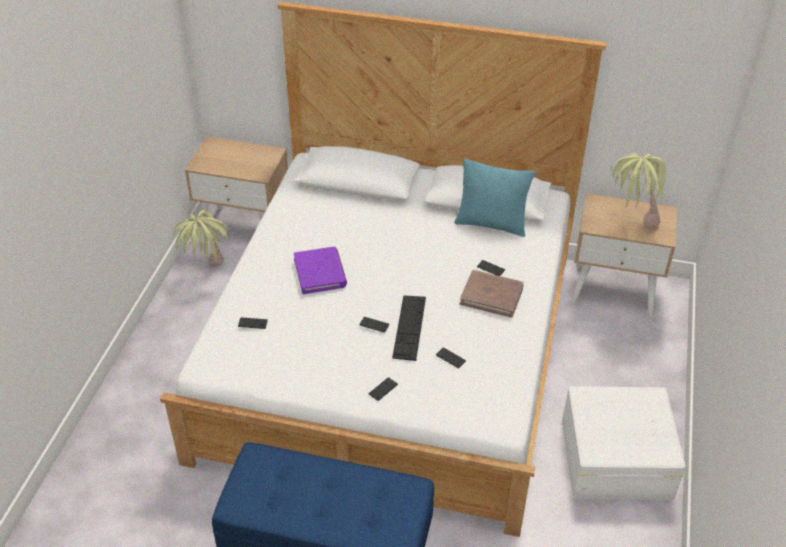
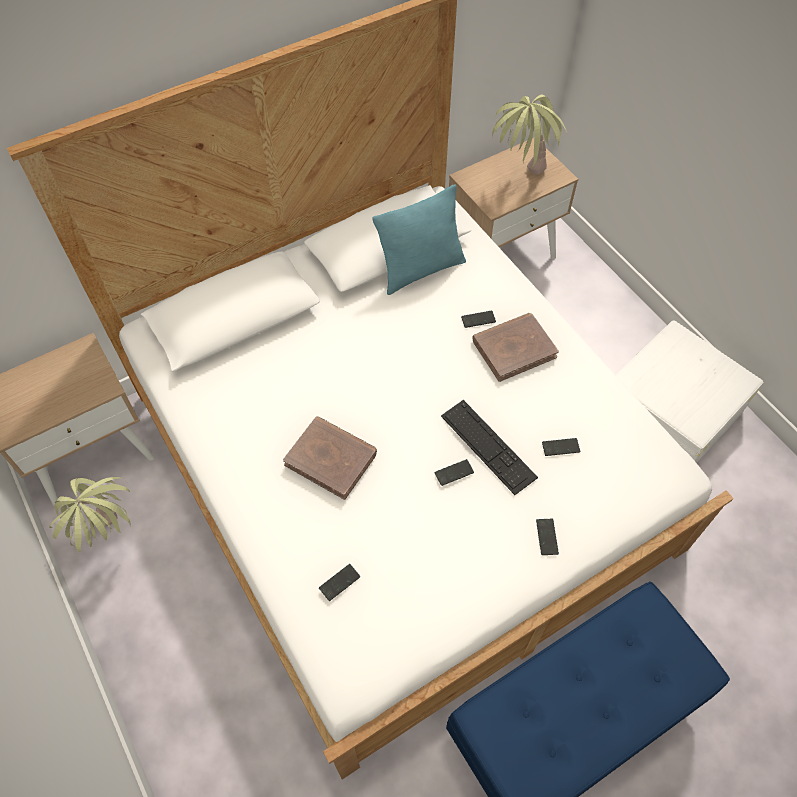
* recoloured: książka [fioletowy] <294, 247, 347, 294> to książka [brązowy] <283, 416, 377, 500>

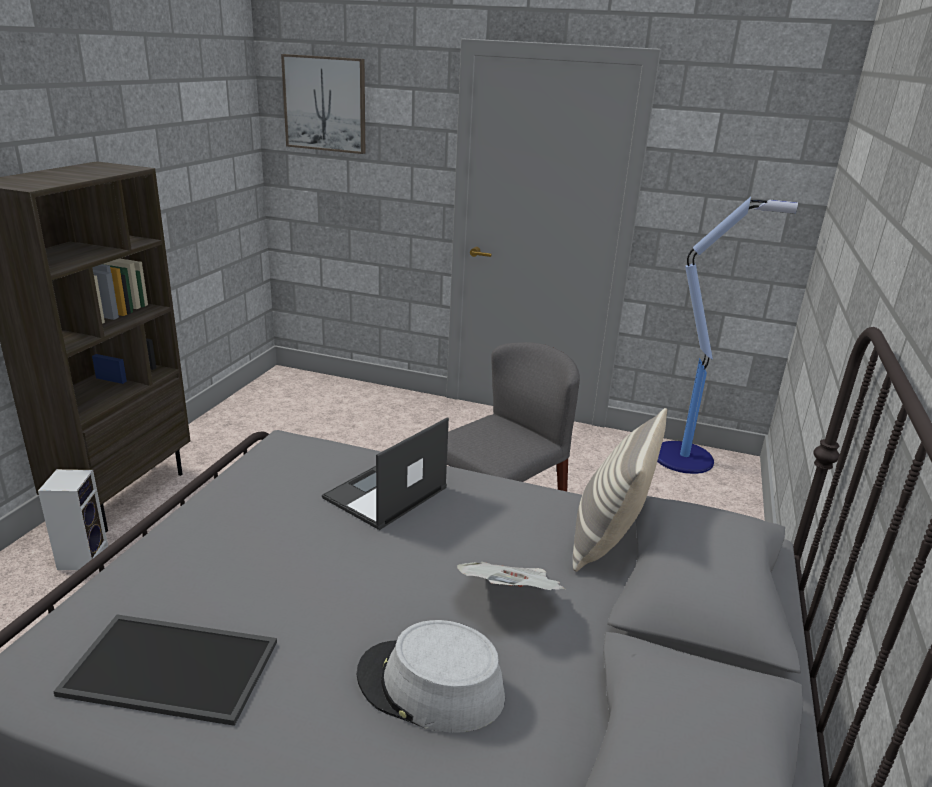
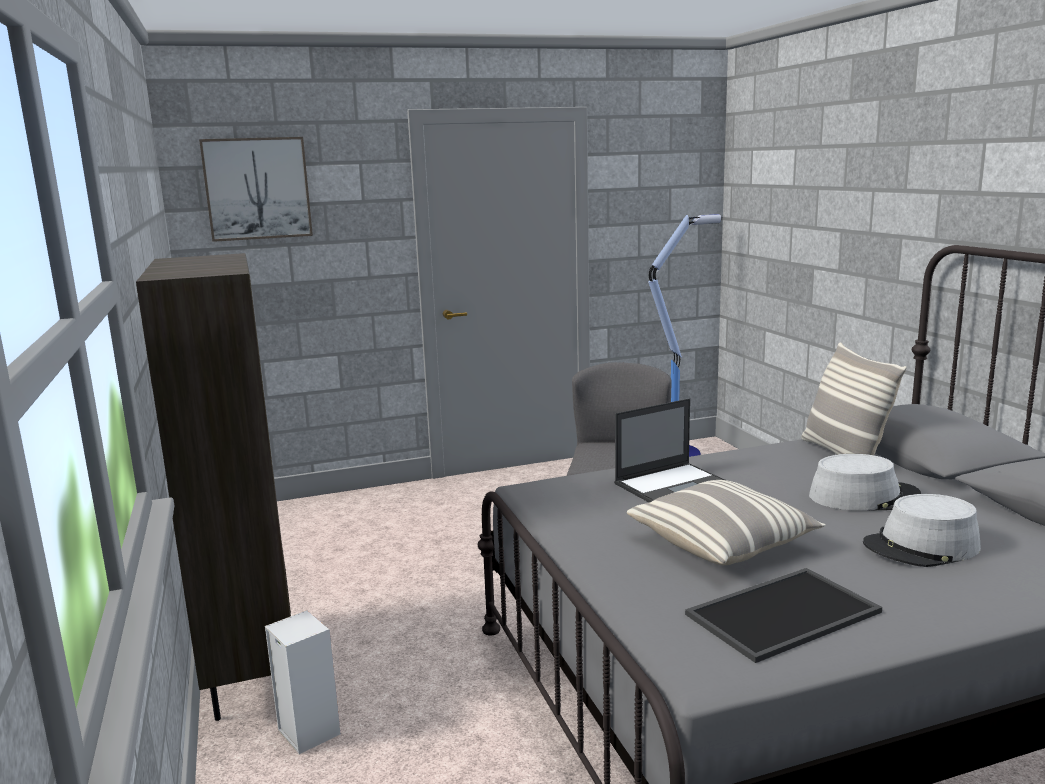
* turned: laptop <322, 417, 449, 530> = <614, 398, 725, 503> 120 degrees counterclockwise
* added: poduszka <627, 480, 826, 565>
* replaced: gazeta <457, 562, 565, 590> to kapelusz [szary] <809, 454, 921, 511>

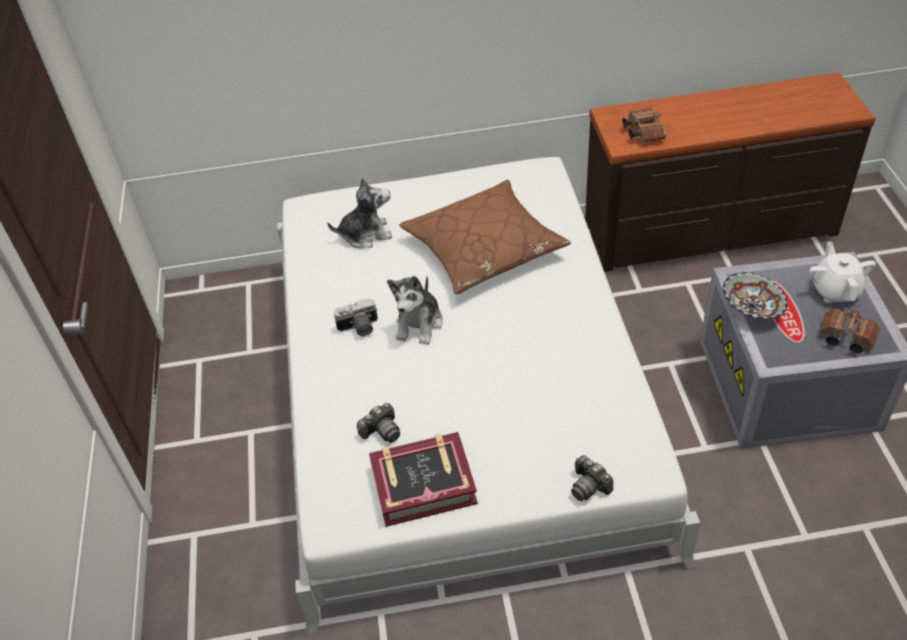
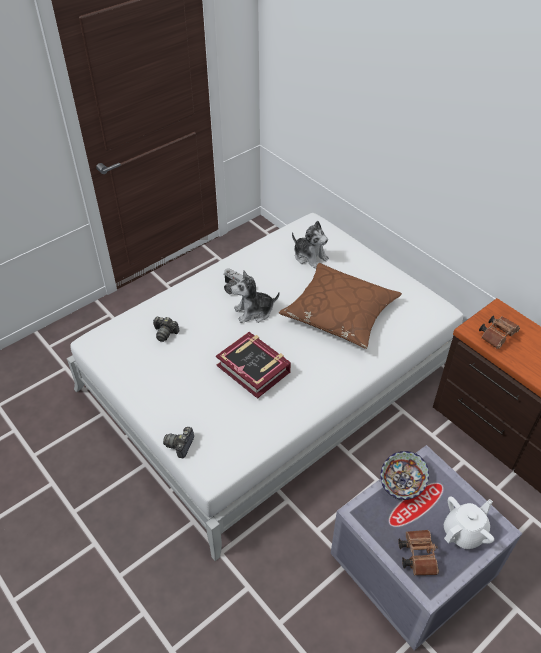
* moved: książka <369, 432, 478, 527> to <216, 332, 291, 399>

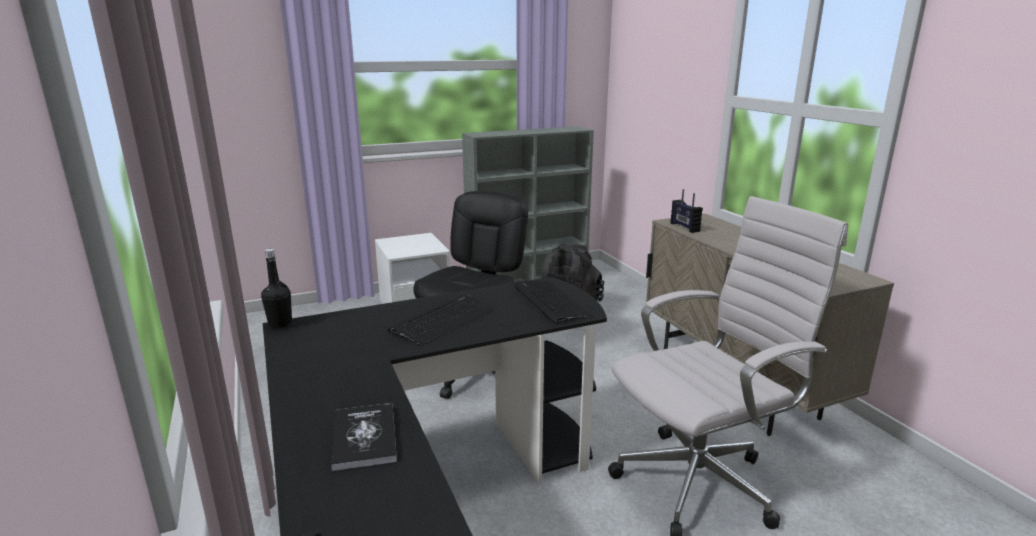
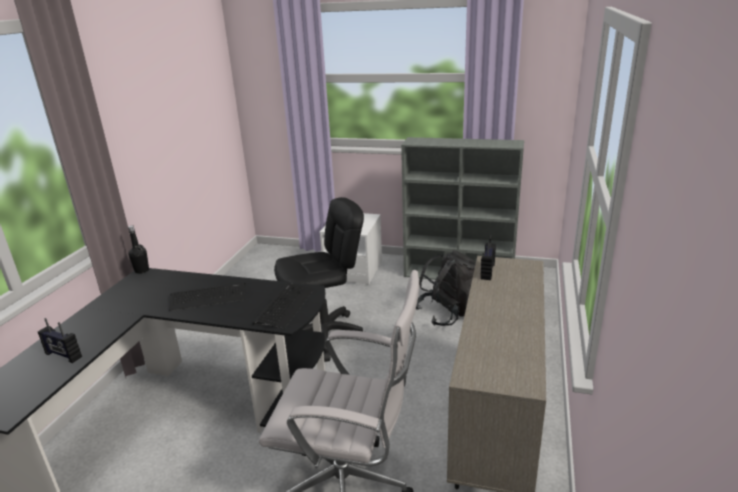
* replaced: książka <331, 403, 397, 471> to radio <38, 318, 82, 363>

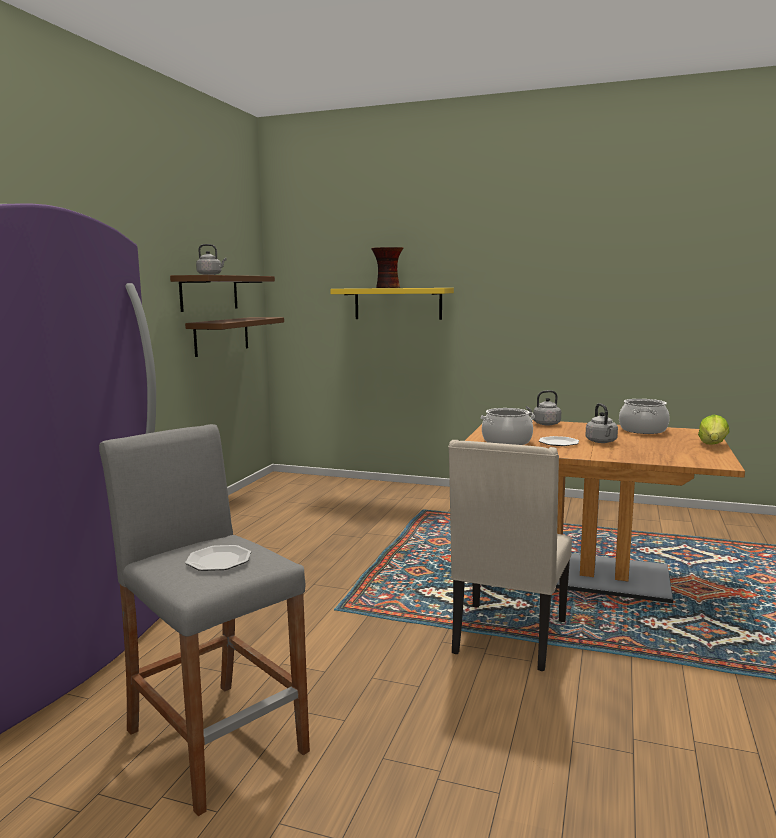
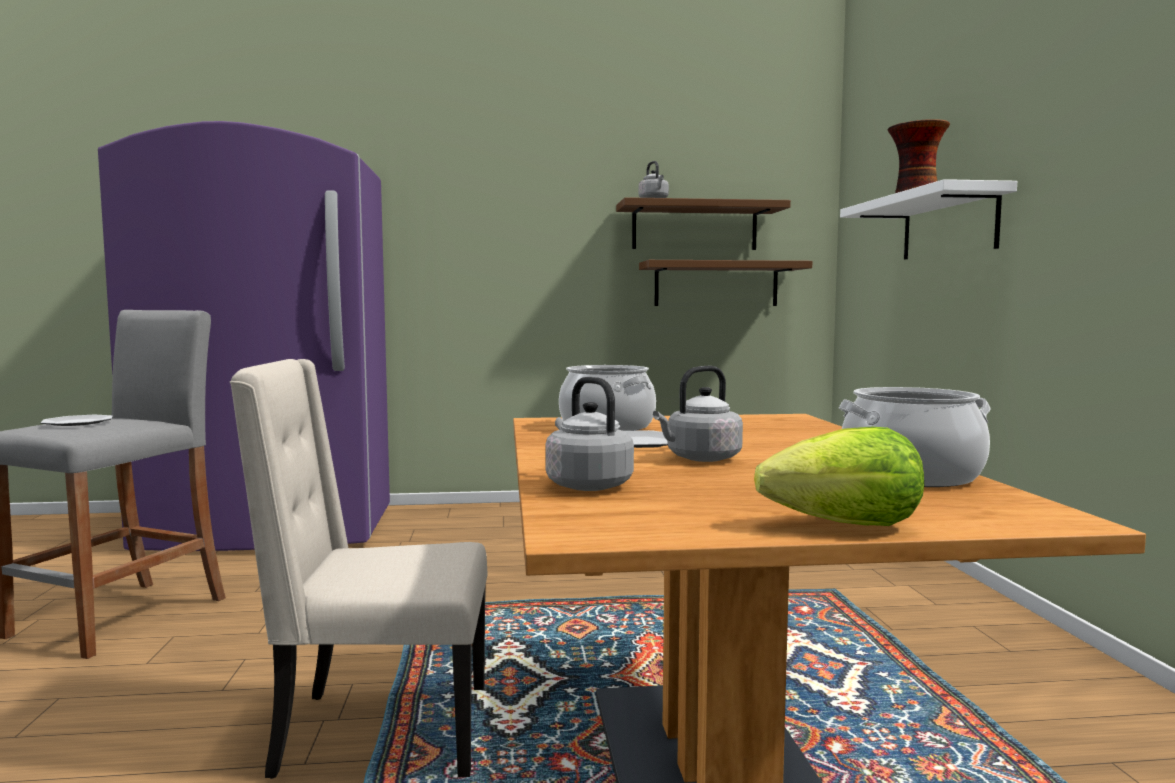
* moved: czajnik [szary] <526, 390, 561, 425> to <545, 377, 634, 491>
* recoloured: półka [żółty] <330, 288, 454, 320> to półka [biały] <840, 179, 1017, 260>

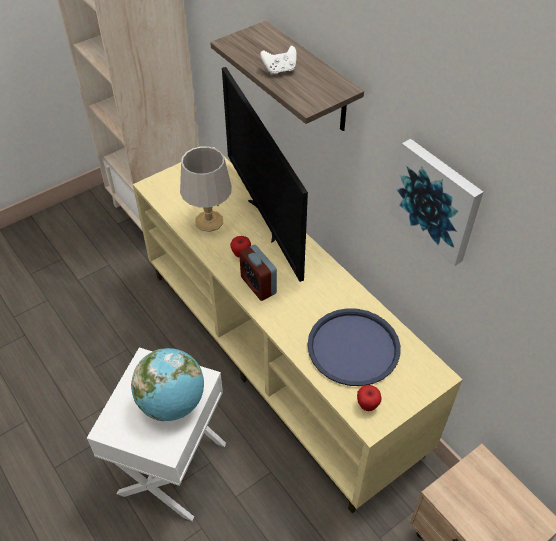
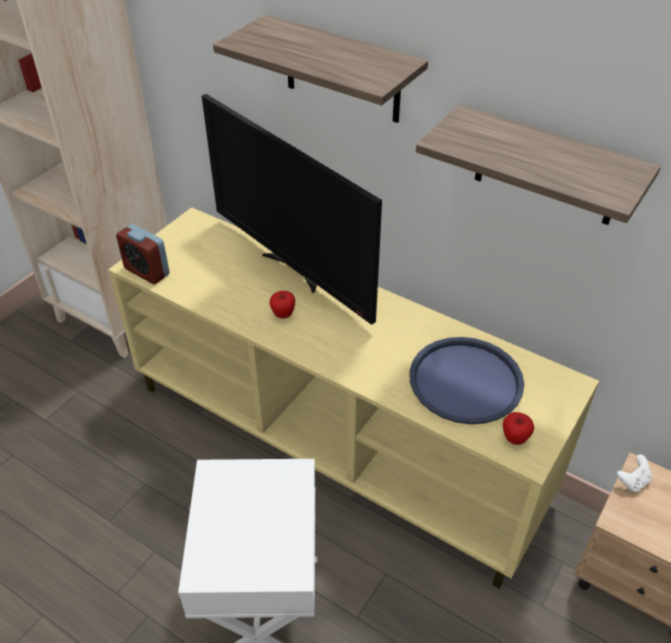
* moved: budzik <239, 245, 277, 301> to <116, 224, 170, 284>
* replaced: obraz <390, 139, 483, 266> to półka <416, 105, 661, 225>
* moved: pad do gier [biały] <260, 46, 297, 75> to <617, 454, 652, 492>
* removed: globus <131, 348, 204, 421>
* removed: lampa stołowa [szary] <180, 146, 232, 232>

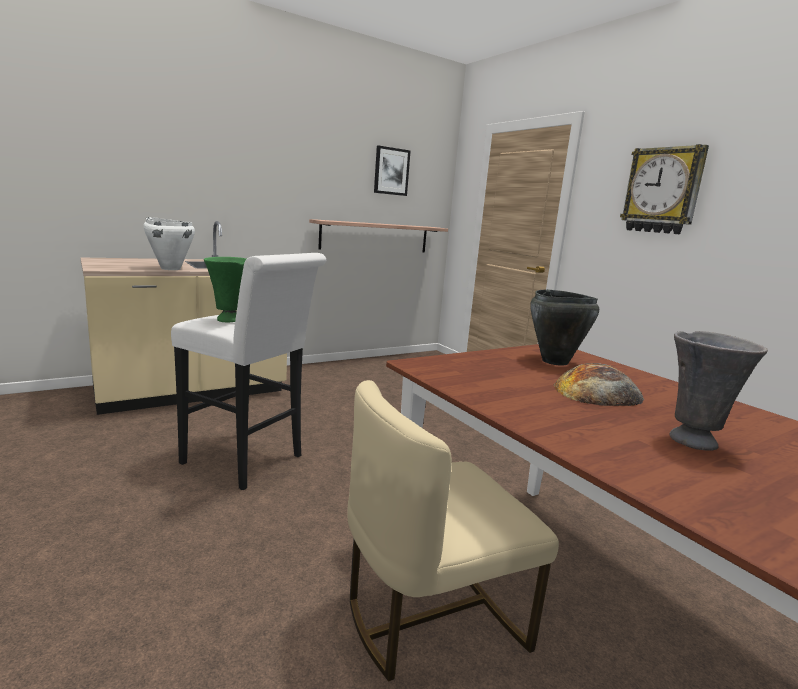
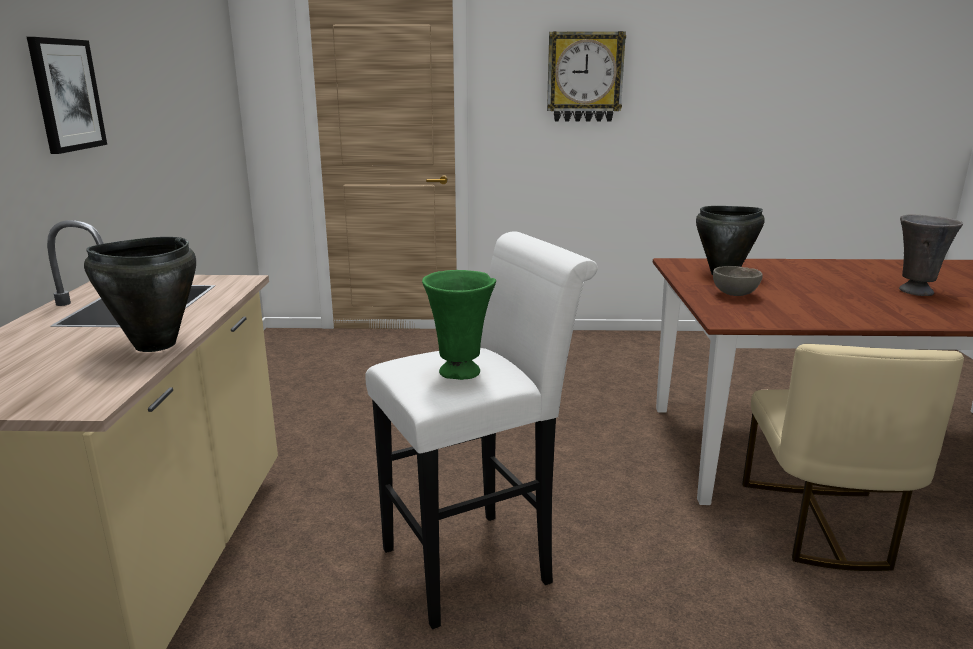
* moved: obraz <374, 145, 411, 196> to <27, 37, 107, 154>
* recoloured: garnek [biały] <143, 217, 195, 270> to garnek [czarny] <84, 237, 196, 352>
* added: miska [szary] <713, 266, 763, 296>
* removed: półka <309, 219, 448, 252>
* removed: chleb <553, 363, 644, 406>

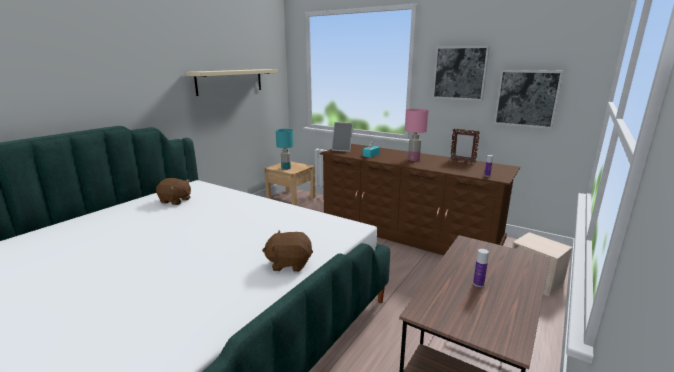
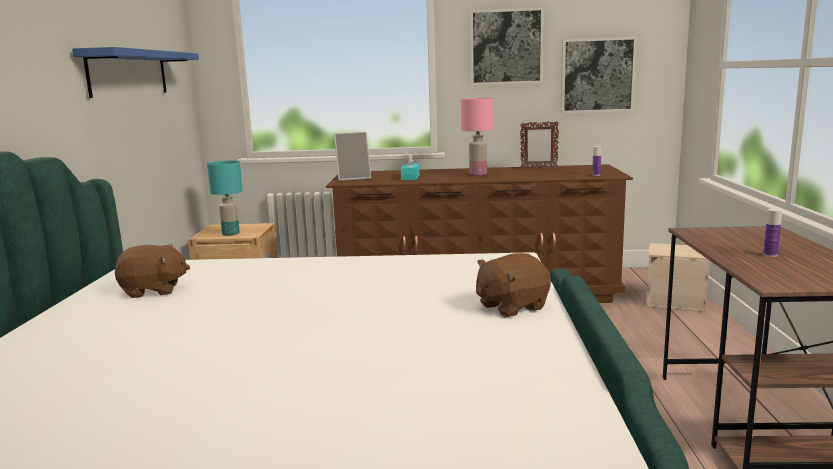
* recoloured: półka [beżowy] <186, 69, 278, 96> to półka [niebieski] <72, 47, 199, 98>

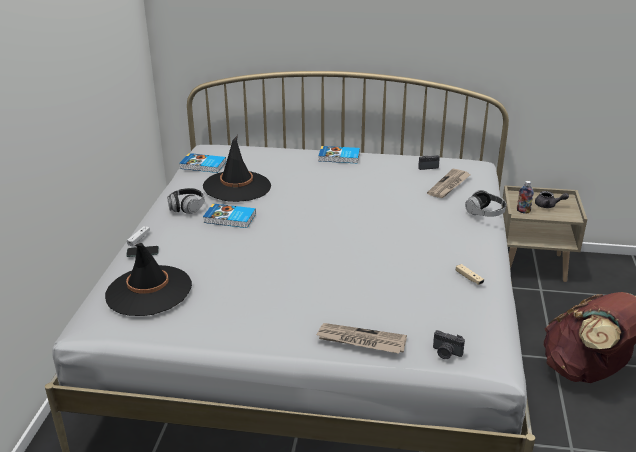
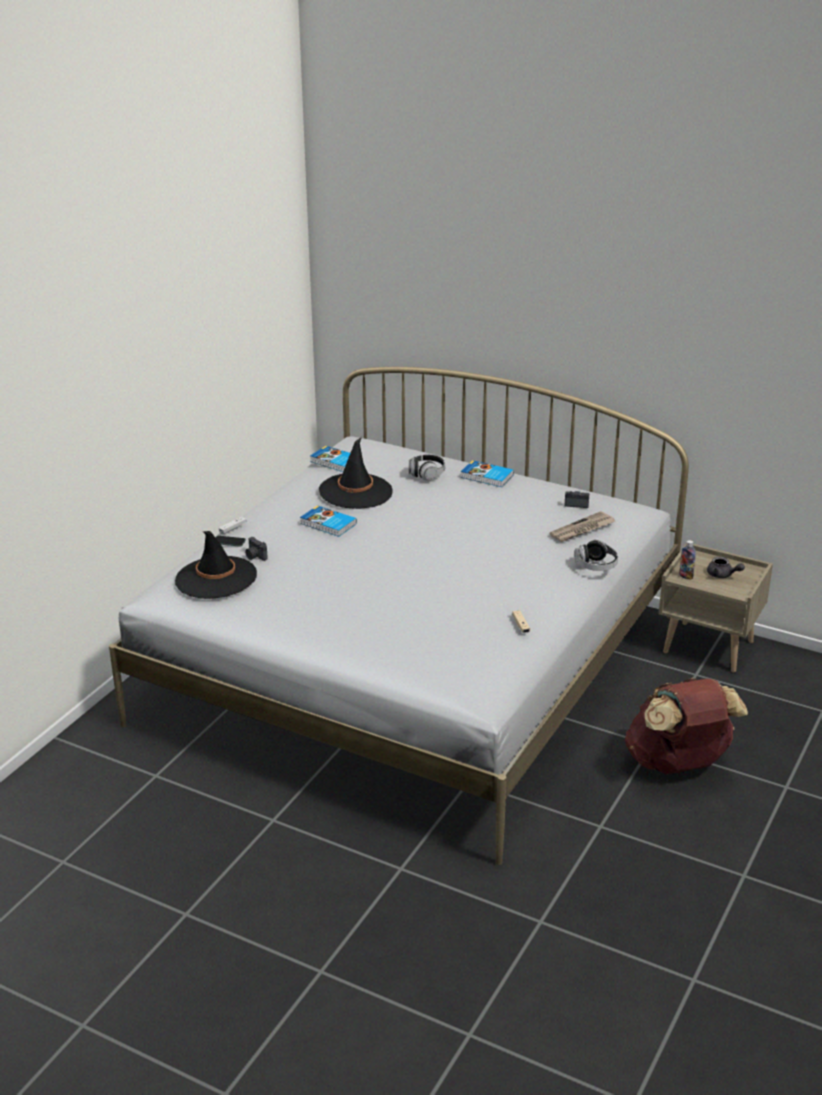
* moved: aparat fotograficzny <433, 330, 465, 359> to <245, 537, 268, 561>
* moved: słuchawki <167, 188, 204, 214> to <409, 455, 445, 481>
* removed: gazeta <316, 323, 407, 354>

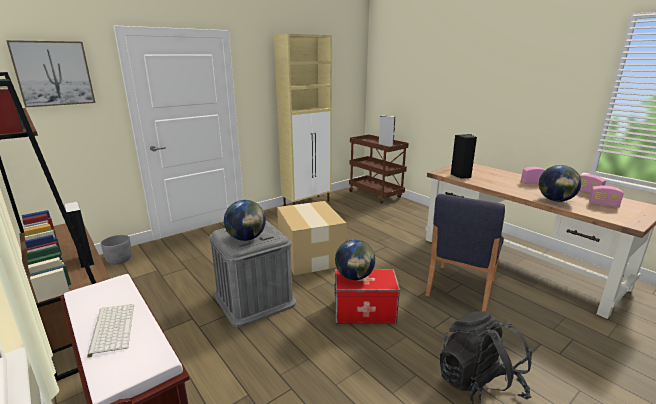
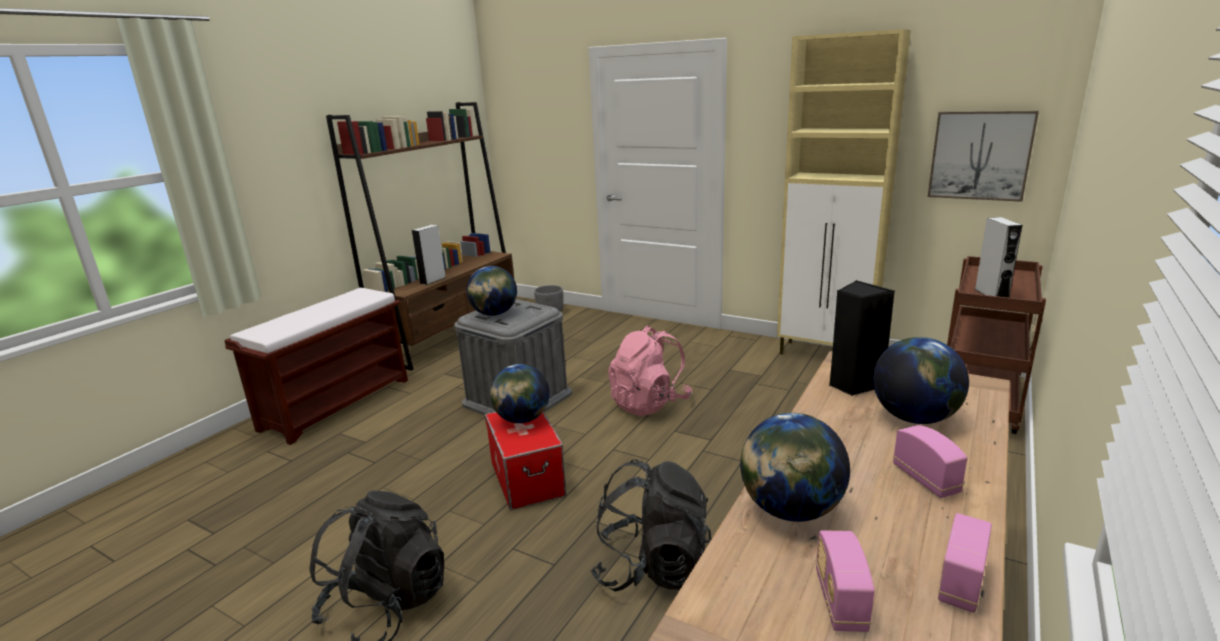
* replaced: krzesło [niebieski] <425, 194, 505, 311> to plecak [czarny] <590, 459, 711, 592>
* replaced: karton <277, 201, 346, 276> to plecak [różowy] <608, 325, 692, 416>
* added: globus <873, 337, 969, 424>
* moved: obraz <6, 40, 95, 107> to <928, 111, 1039, 202>
* removed: klawiatura <87, 304, 134, 358>

